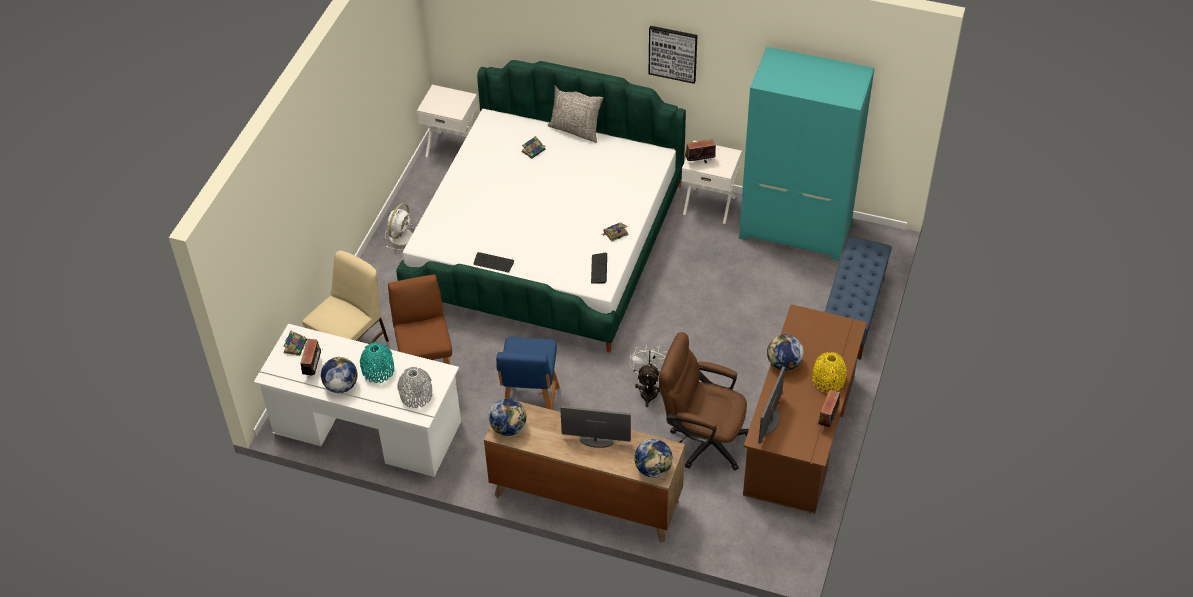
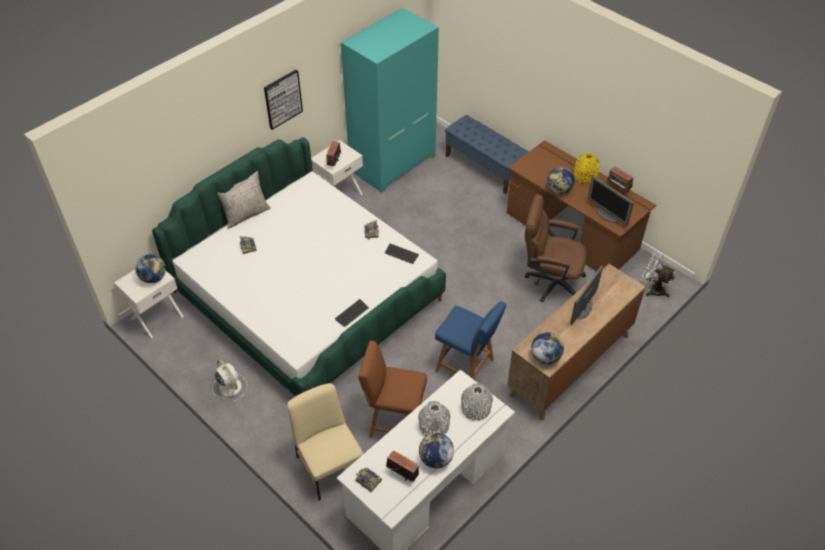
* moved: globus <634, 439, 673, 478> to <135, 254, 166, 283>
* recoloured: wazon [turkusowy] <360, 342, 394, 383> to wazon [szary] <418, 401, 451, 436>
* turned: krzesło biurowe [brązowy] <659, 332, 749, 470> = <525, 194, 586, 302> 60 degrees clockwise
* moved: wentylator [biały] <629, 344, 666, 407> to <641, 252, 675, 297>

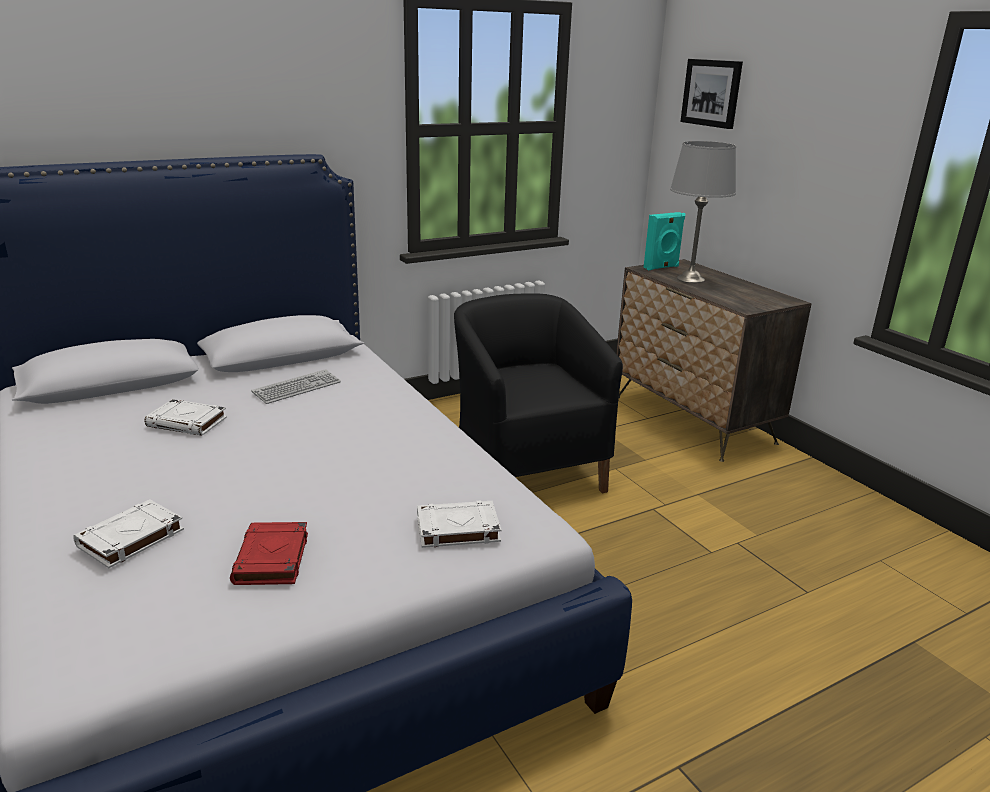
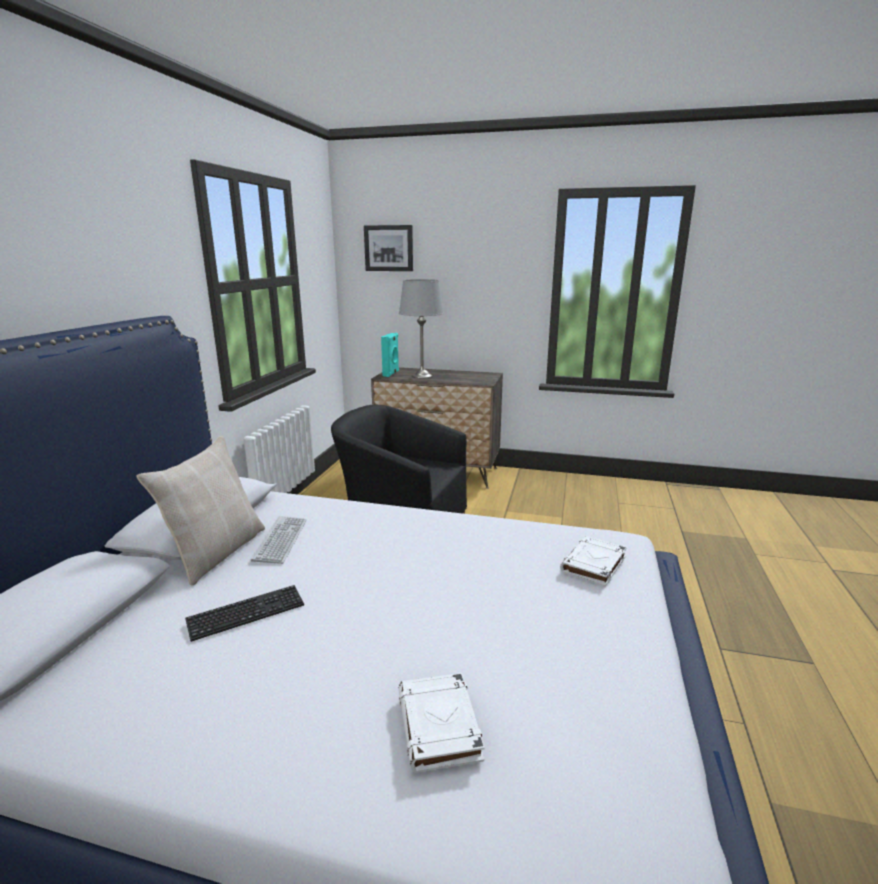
* added: poduszka [beżowy] <136, 436, 265, 586>
* replaced: książka [biały] <145, 399, 227, 436> to klawiatura <185, 585, 304, 642>
* removed: książka [czerwony] <230, 522, 308, 585>

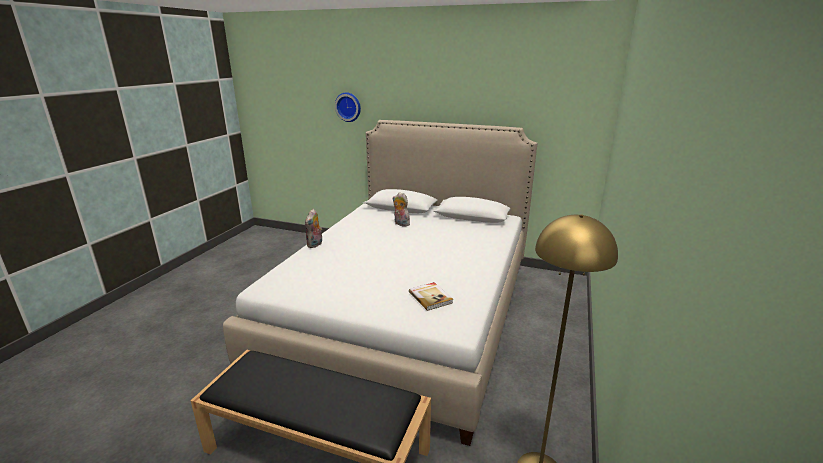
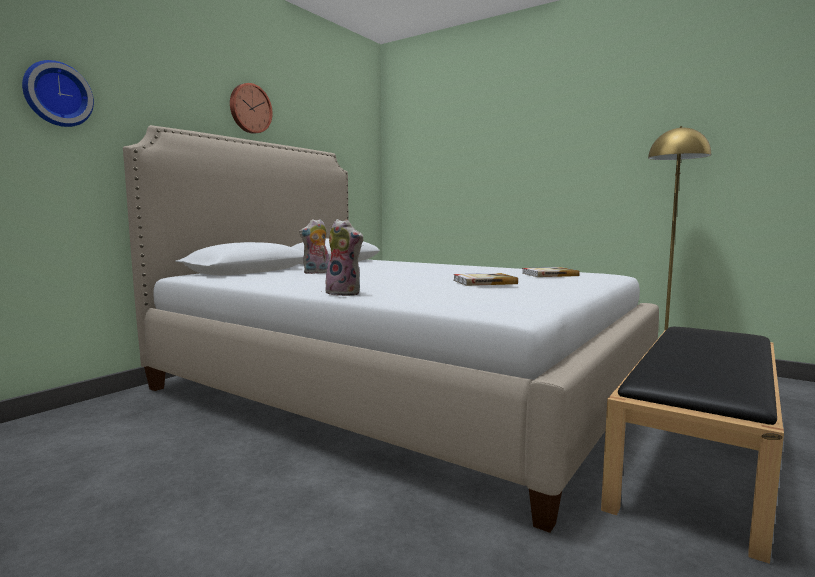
* added: zegar ścienny <230, 83, 273, 134>
* added: książka <453, 273, 518, 286>

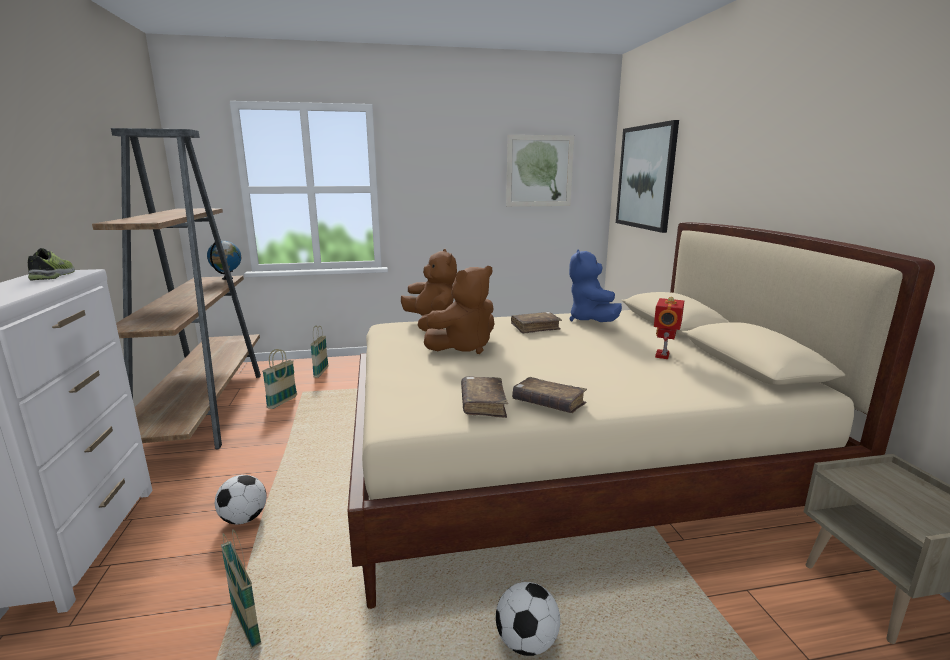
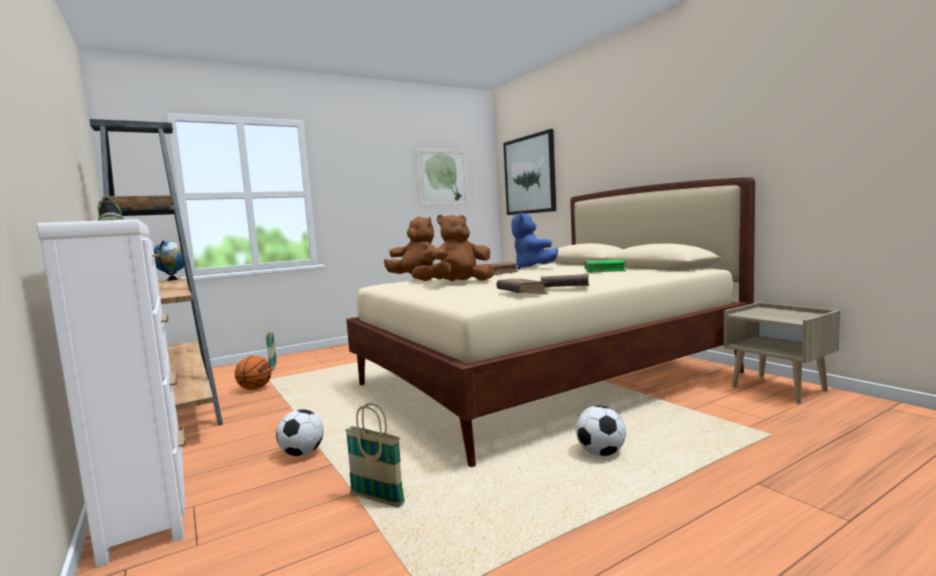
* replaced: koszyk <262, 349, 297, 409> to piłka do koszykówki <235, 356, 272, 390>
* turned: pluszak [brązowy] <424, 266, 495, 354> = <429, 215, 494, 281> 150 degrees counterclockwise
* replaced: robot zabawkowy <654, 297, 684, 359> to książka [zielony] <584, 259, 626, 273>

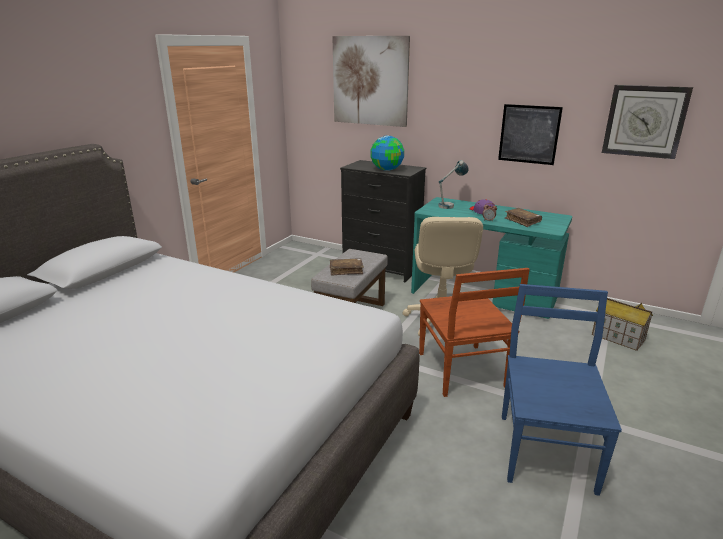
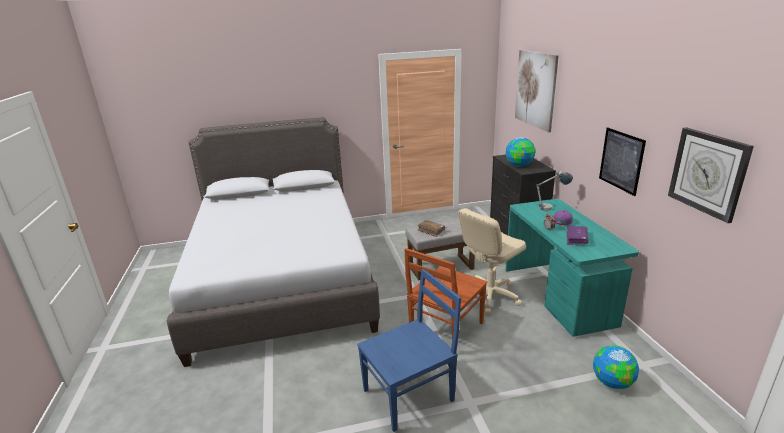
* recoloured: książka [brązowy] <505, 208, 542, 227> to książka [fioletowy] <567, 226, 588, 245>
* replaced: domek <592, 298, 653, 351> to globus <593, 345, 639, 389>

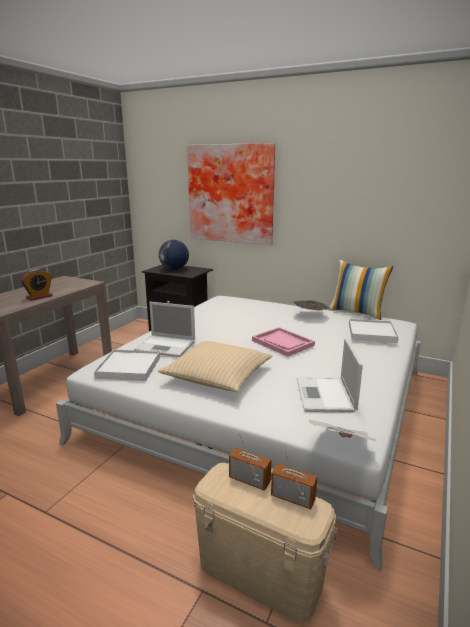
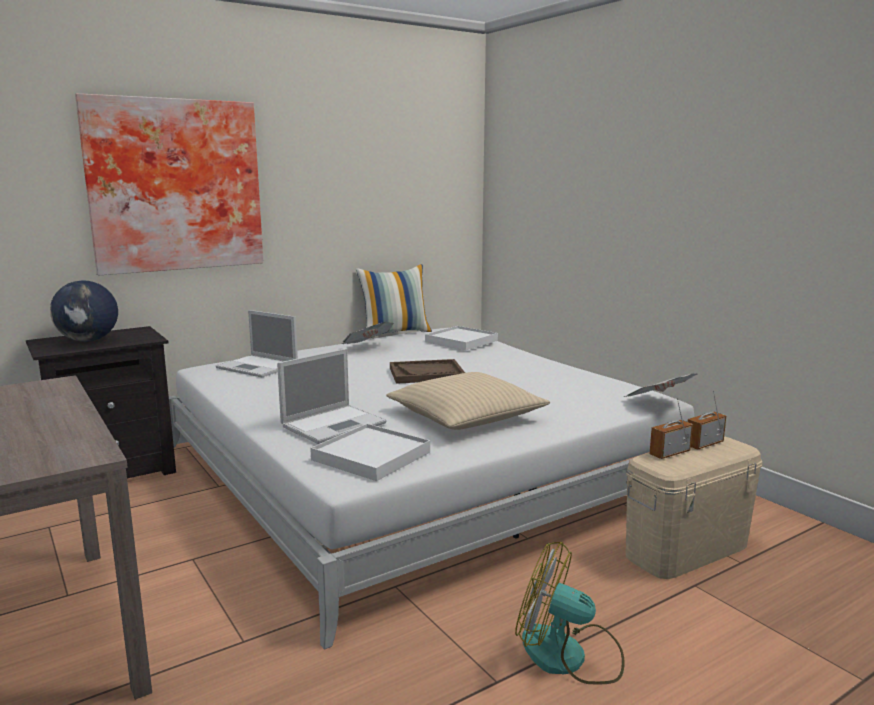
* moved: laptop <297, 338, 363, 413> to <216, 310, 298, 377>
* recoloured: taca [różowy] <252, 327, 315, 357> to taca [brązowy] <390, 359, 465, 384>
* added: wentylator <515, 542, 625, 685>
* removed: budzik <20, 269, 53, 301>

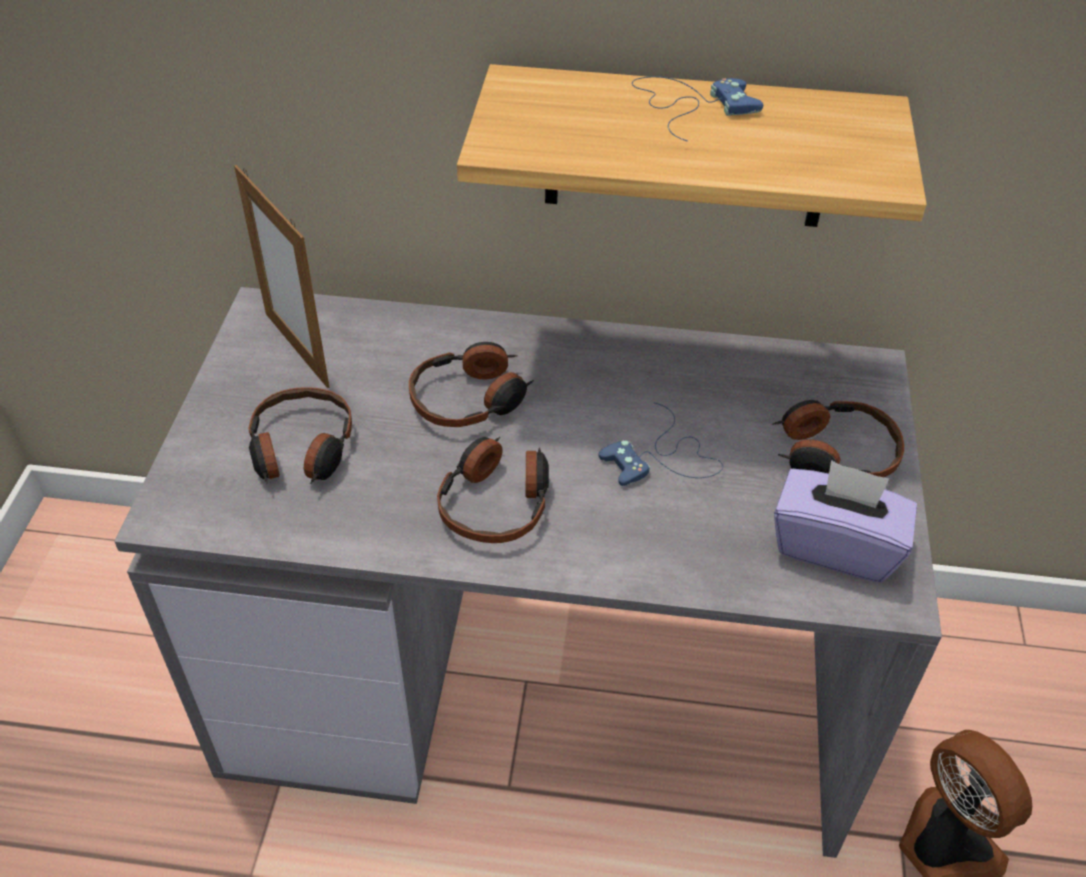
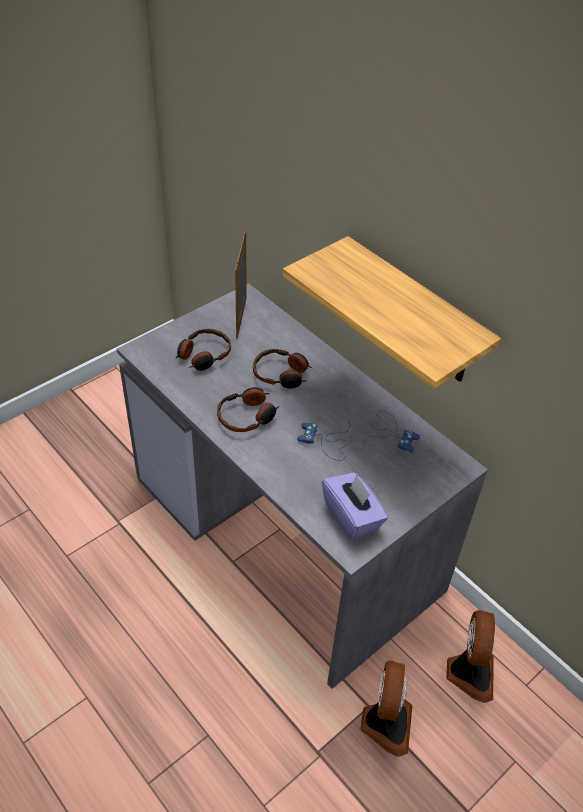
* moved: pad do gier [niebieski] <632, 76, 763, 142> to <364, 411, 420, 453>
* added: wentylator <446, 610, 495, 703>
* removed: słuchawki <772, 400, 904, 477>

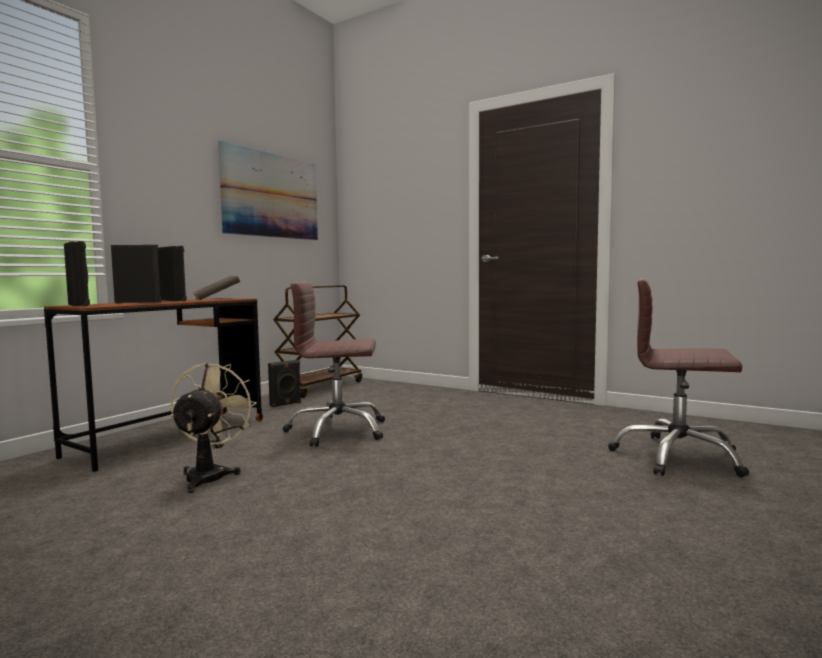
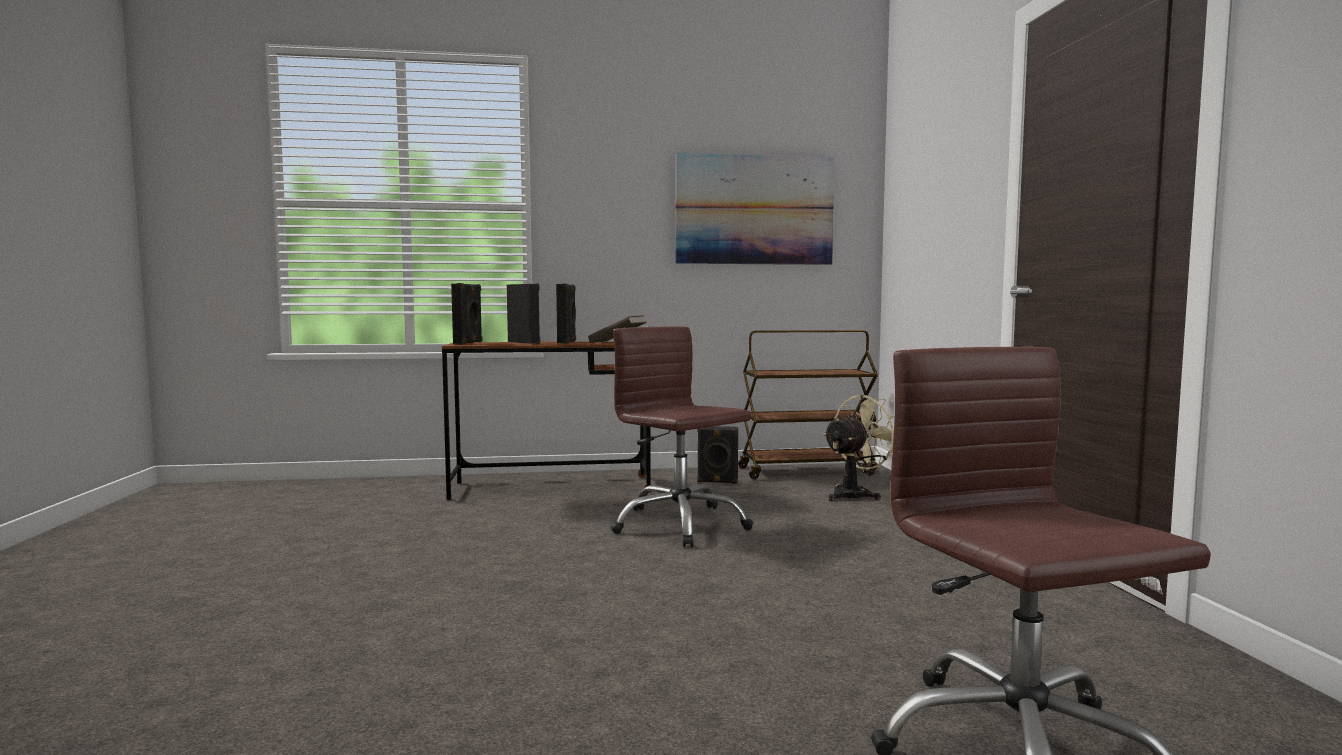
* moved: wentylator [beżowy] <170, 363, 256, 493> to <823, 395, 895, 501>

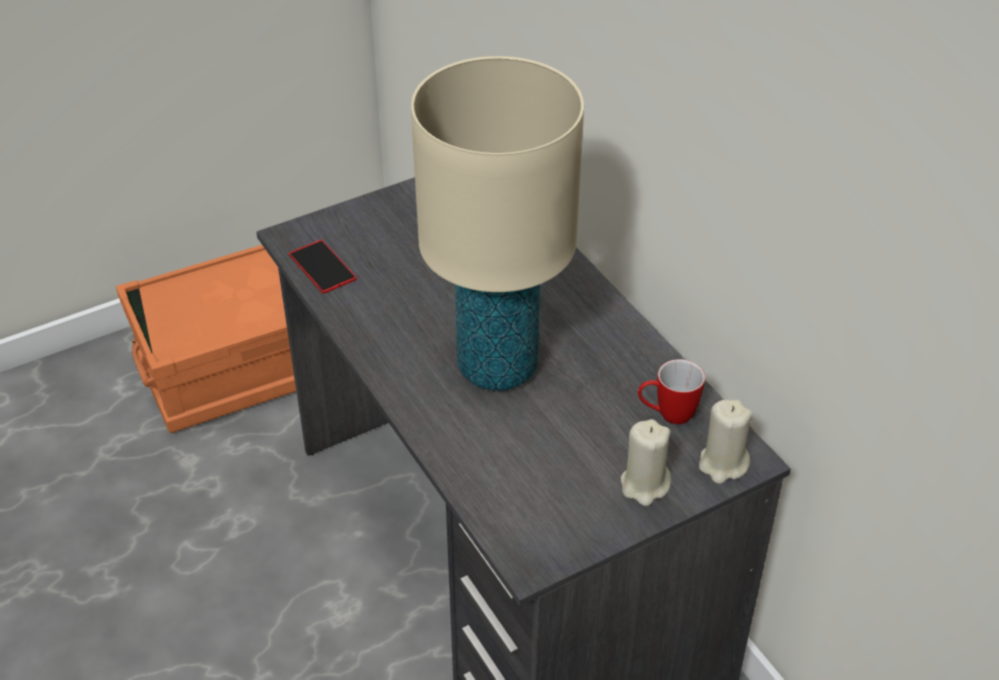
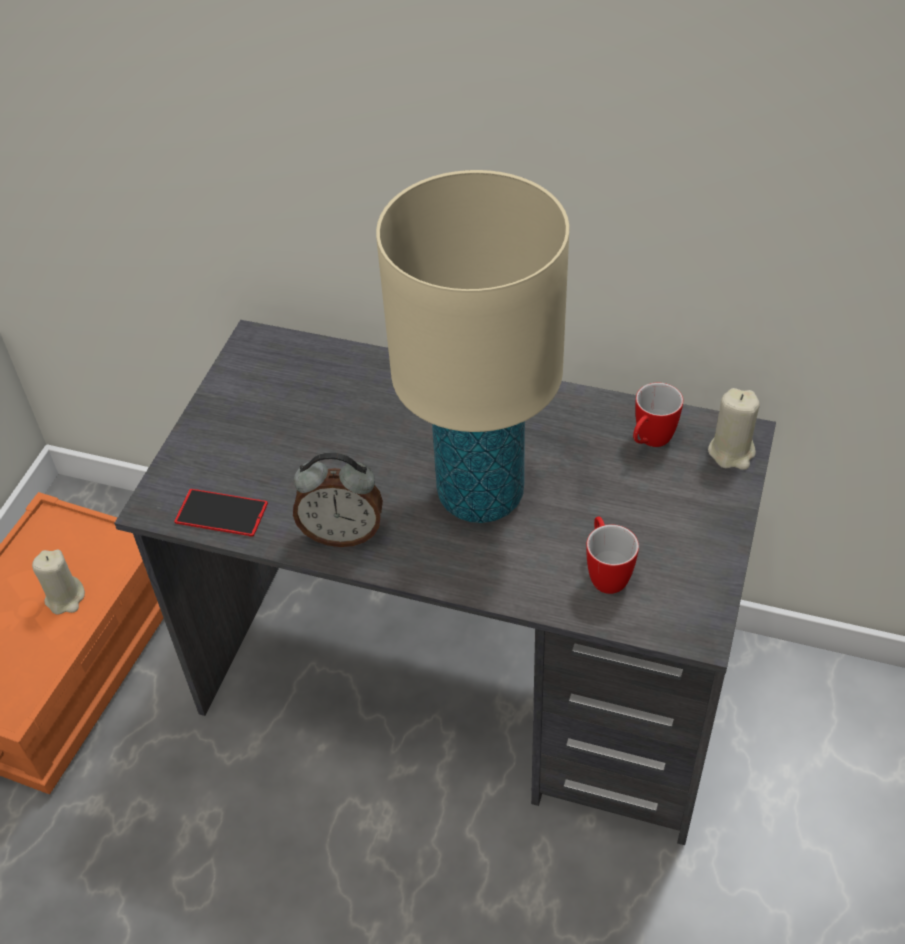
* moved: świeca [beżowy] <621, 419, 671, 506> to <32, 550, 85, 615>
* added: budzik <293, 452, 383, 547>
* added: kubek <586, 516, 639, 594>

